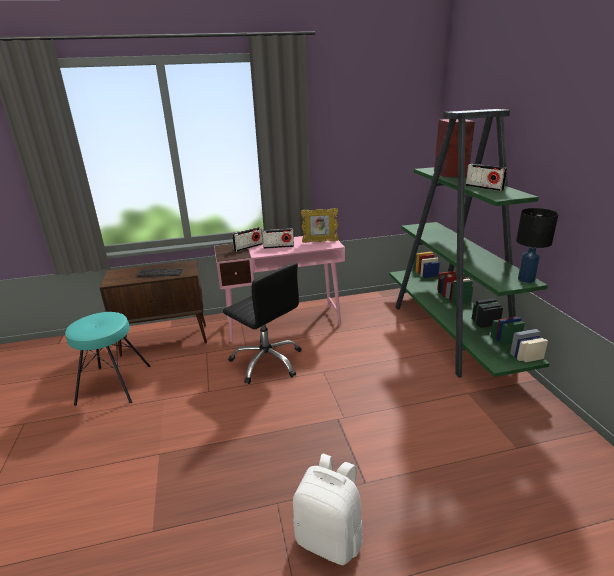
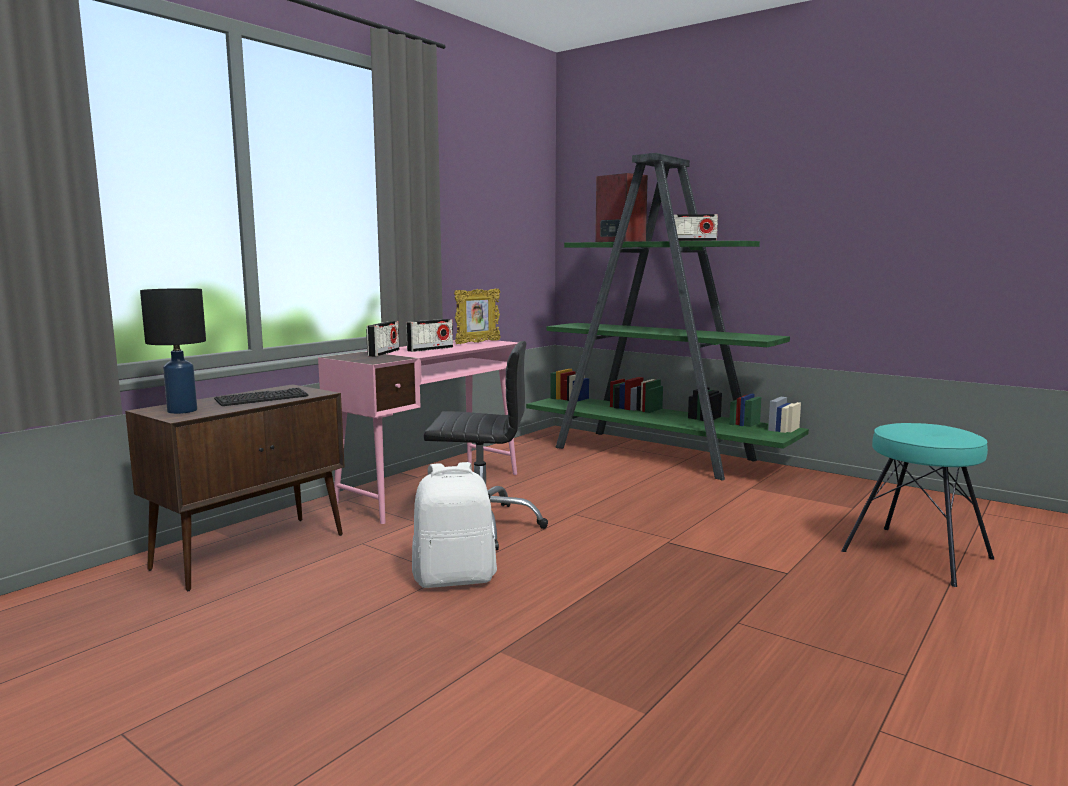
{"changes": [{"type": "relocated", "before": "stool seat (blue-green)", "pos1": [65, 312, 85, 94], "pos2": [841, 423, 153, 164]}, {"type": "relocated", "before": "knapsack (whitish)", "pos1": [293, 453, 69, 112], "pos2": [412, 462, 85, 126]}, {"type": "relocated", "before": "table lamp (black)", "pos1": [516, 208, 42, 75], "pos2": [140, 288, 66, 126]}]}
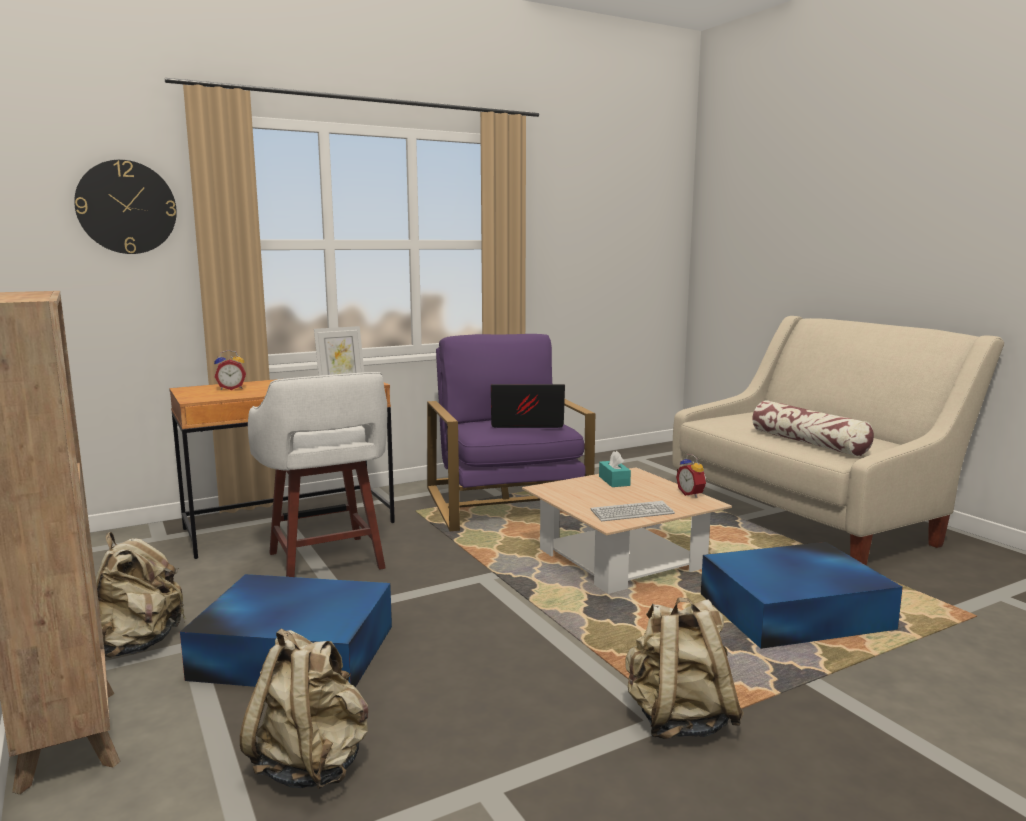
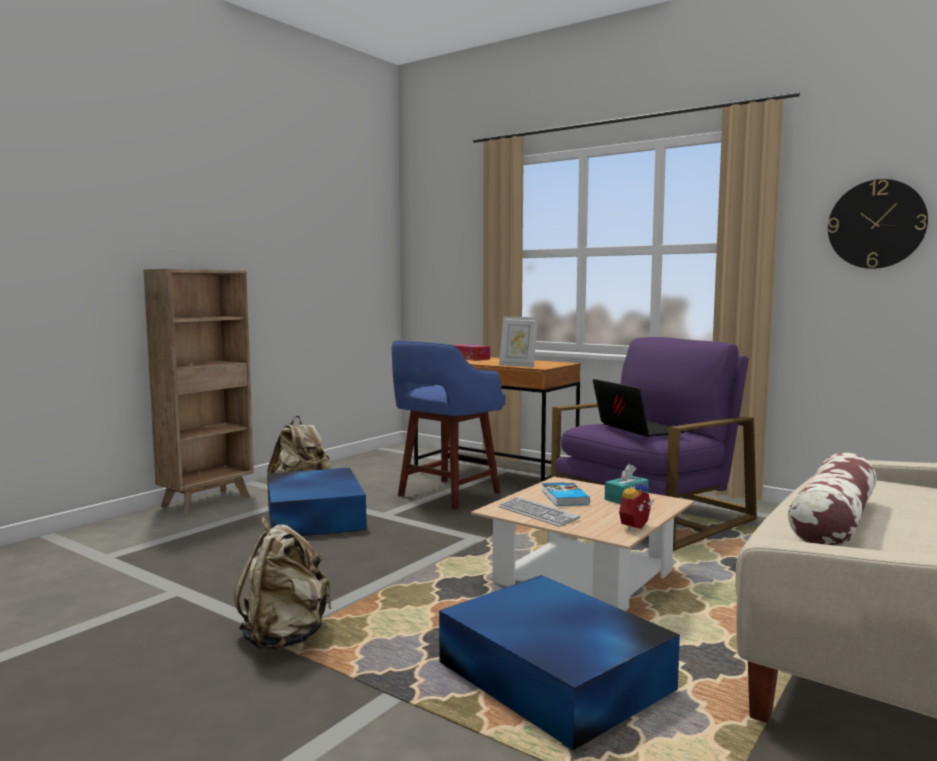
{"changes": [{"type": "missing", "before": "knapsack (sand-coloured)", "pos1": [240, 628, 128, 161]}, {"type": "appeared", "after": "book", "pos2": [542, 482, 48, 24]}, {"type": "relocated", "before": "clock on the wall", "pos1": [74, 160, 103, 94], "pos2": [828, 179, 100, 90]}, {"type": "exchanged", "before": "table clock", "after": "tissue holder", "pos1": [214, 350, 32, 40], "pos2": [454, 344, 36, 17]}, {"type": "colour", "before": "stool seat (whitish)", "after": "stool seat (bluish)", "pos1": [248, 372, 139, 205], "pos2": [392, 341, 113, 169]}]}
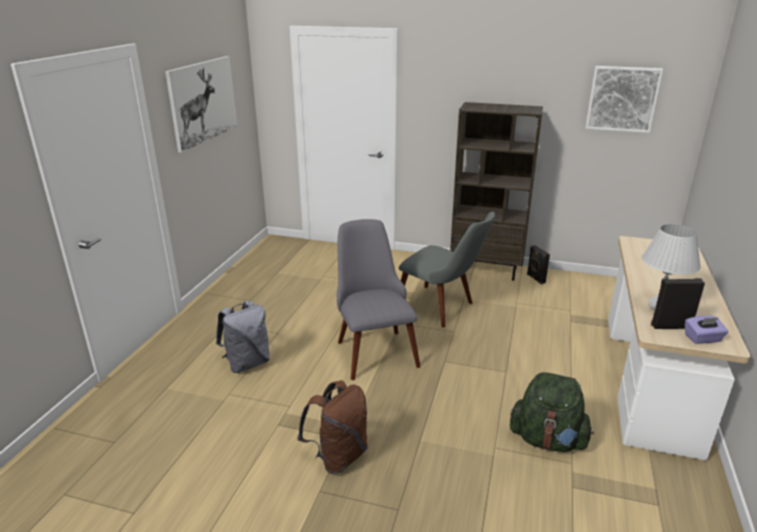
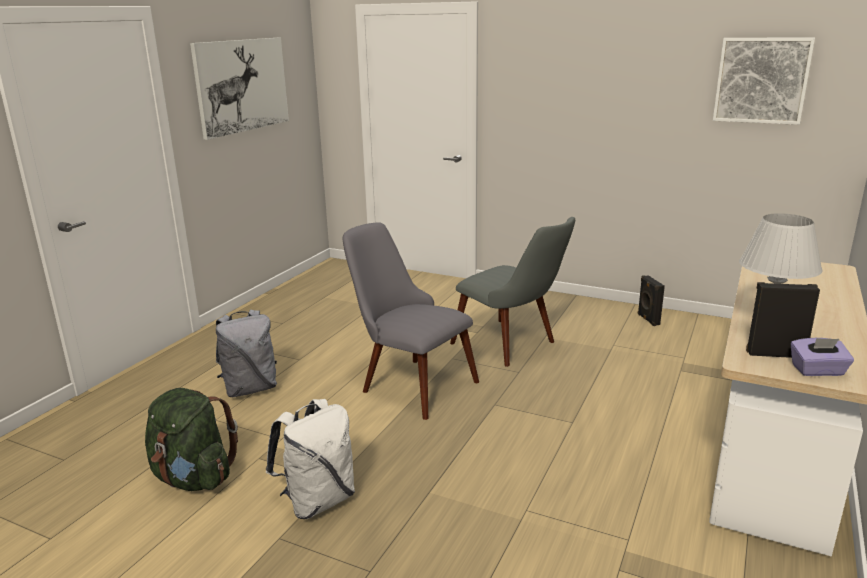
{"changes": [{"type": "missing", "before": "bookshelf (brownish)", "pos1": [450, 102, 93, 179]}, {"type": "relocated", "before": "knapsack (greenish)", "pos1": [510, 372, 84, 80], "pos2": [145, 388, 93, 103]}, {"type": "colour", "before": "knapsack (brownish)", "after": "knapsack (whitish)", "pos1": [297, 380, 71, 94], "pos2": [266, 399, 89, 120]}, {"type": "spun", "before": "upright chair (gray)", "pos1": [337, 219, 83, 161], "pos2": [342, 222, 137, 198], "turn": -45}]}
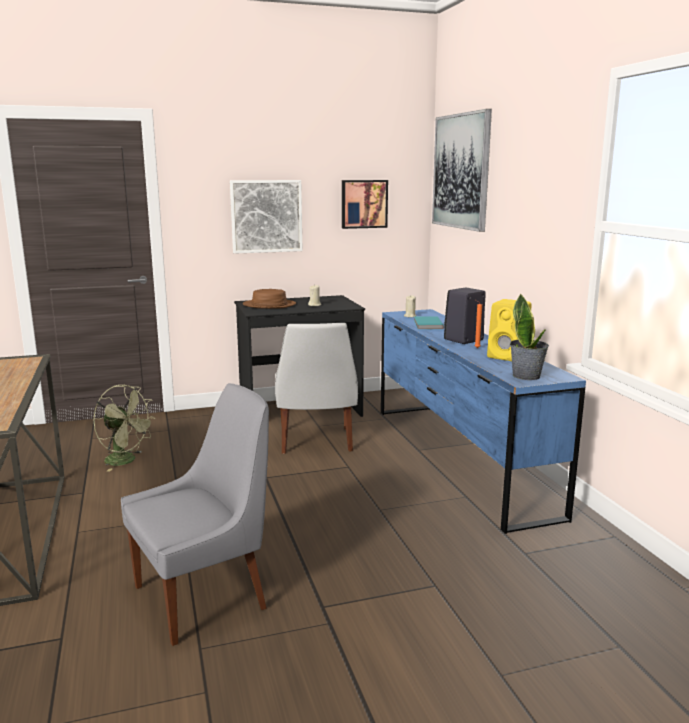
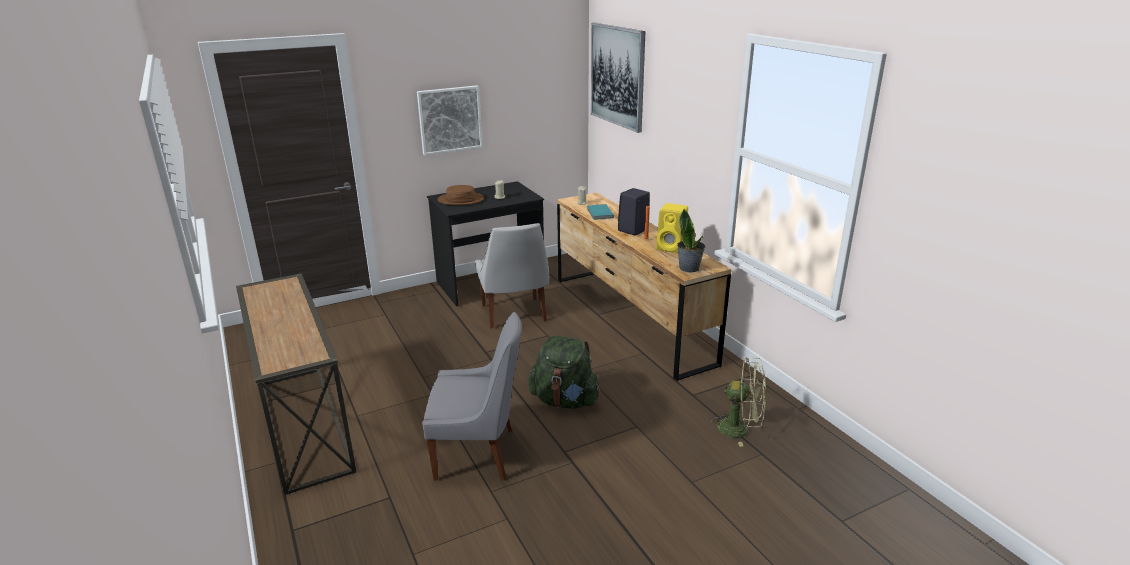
{"changes": [{"type": "missing", "before": "wall art", "pos1": [342, 180, 46, 49]}, {"type": "appeared", "after": "knapsack (greenish)", "pos2": [529, 336, 72, 73]}, {"type": "relocated", "before": "cooling fan (greenish)", "pos1": [93, 385, 63, 87], "pos2": [710, 357, 56, 90]}, {"type": "colour", "before": "drawer chest (bluish)", "after": "drawer chest (brownish)", "pos1": [381, 309, 205, 225], "pos2": [557, 192, 175, 189]}, {"type": "spun", "before": "upright chair (gray)", "pos1": [121, 383, 148, 263], "pos2": [422, 312, 100, 168], "turn": 45}]}
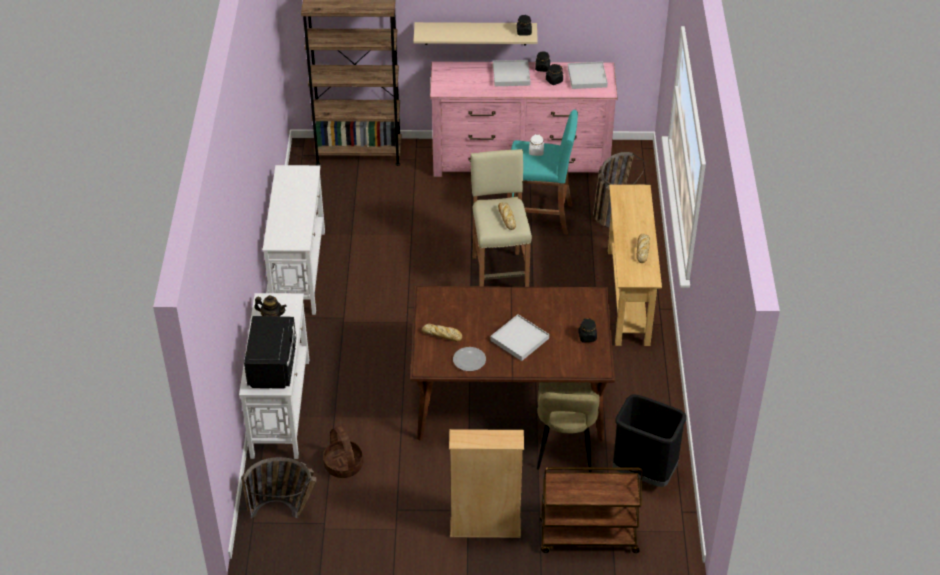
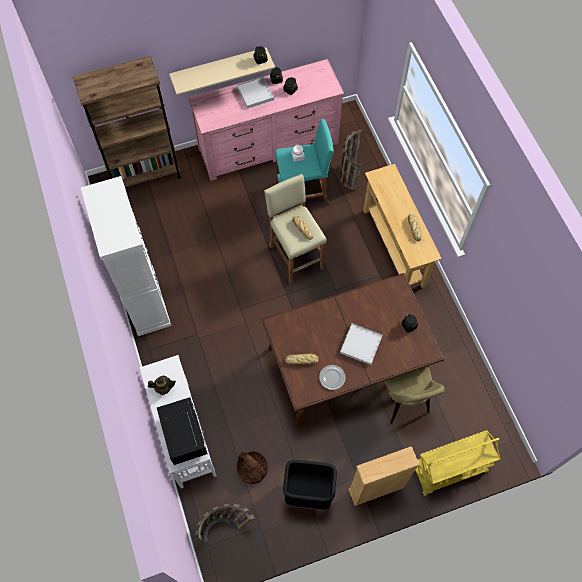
{"changes": [{"type": "missing", "before": "tray (whitish)", "pos1": [568, 62, 40, 27]}, {"type": "relocated", "before": "waste bin (black)", "pos1": [613, 394, 73, 93], "pos2": [283, 460, 54, 50]}, {"type": "exchanged", "before": "hall table (whitish)", "after": "cupboard (whitish)", "pos1": [262, 165, 63, 150], "pos2": [81, 176, 90, 160]}, {"type": "colour", "before": "cart (brownish)", "after": "cart (yellow)", "pos1": [540, 467, 103, 86], "pos2": [415, 430, 85, 66]}]}
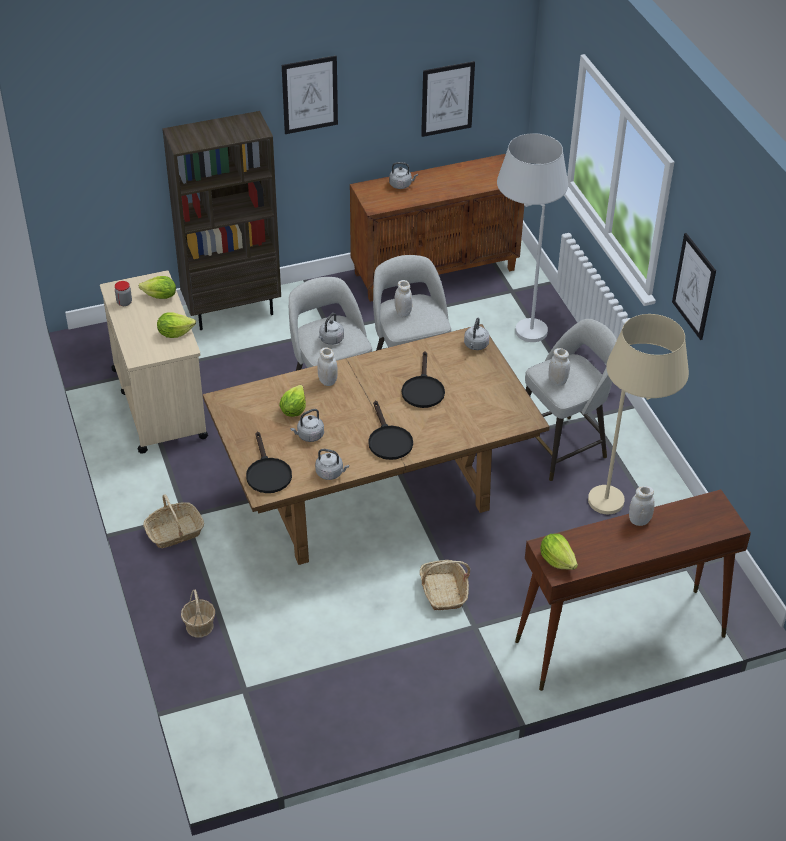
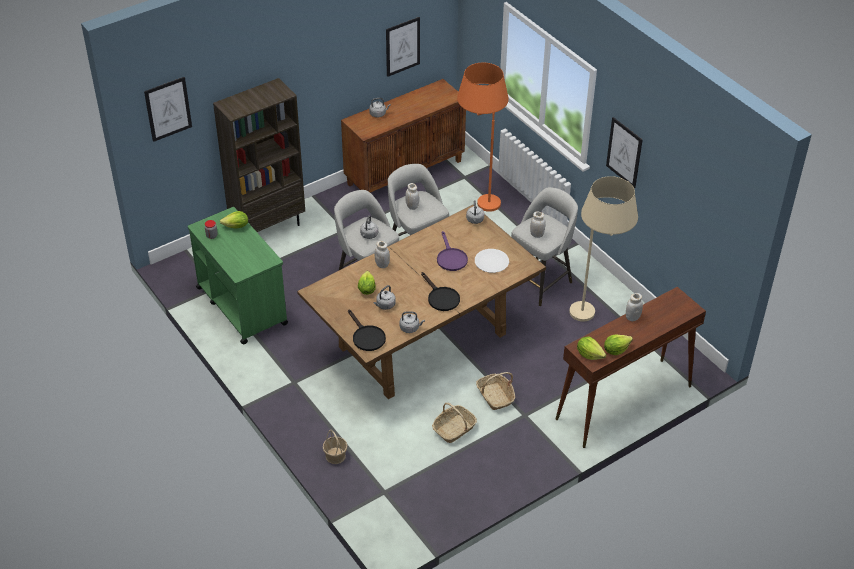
{"changes": [{"type": "appeared", "after": "dinner plate (whitish)", "pos2": [475, 249, 34, 24]}, {"type": "relocated", "before": "storage basket", "pos1": [143, 495, 61, 53], "pos2": [432, 403, 45, 40]}, {"type": "relocated", "before": "lettuce head", "pos1": [157, 313, 39, 25], "pos2": [604, 335, 29, 20]}, {"type": "relocated", "before": "wall art", "pos1": [282, 56, 56, 78], "pos2": [144, 77, 48, 65]}, {"type": "colour", "before": "cart (sand-coloured)", "after": "cart (greenish)", "pos1": [100, 270, 108, 184], "pos2": [188, 207, 100, 138]}, {"type": "colour", "before": "pan (black)", "after": "pan (purple)", "pos1": [402, 351, 43, 57], "pos2": [437, 231, 31, 40]}, {"type": "colour", "before": "standard lamp (whitish)", "after": "standard lamp (orange-coloured)", "pos1": [497, 133, 71, 209], "pos2": [457, 63, 52, 149]}]}
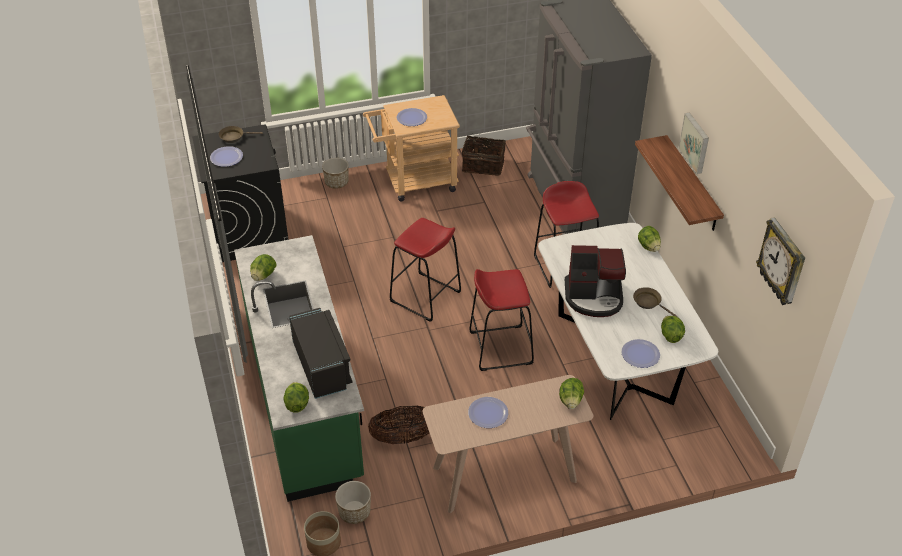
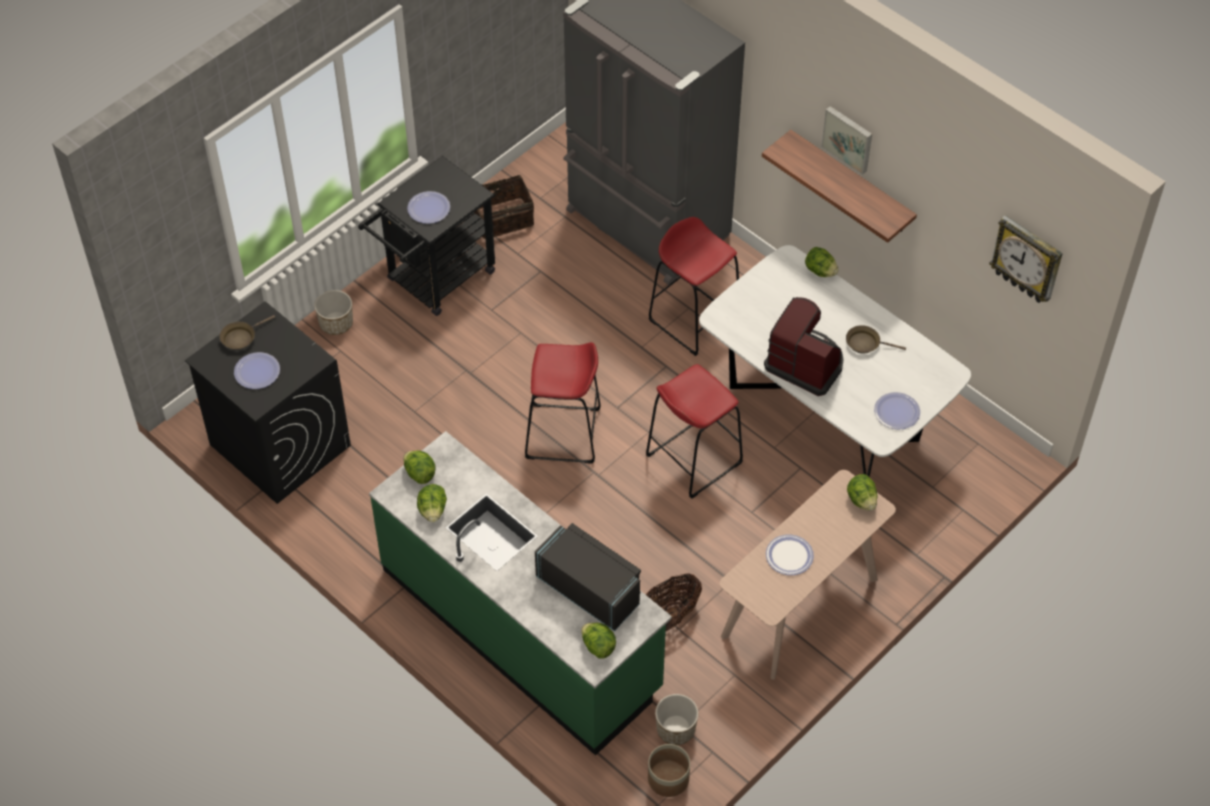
{"changes": [{"type": "relocated", "before": "lettuce head", "pos1": [661, 316, 24, 27], "pos2": [403, 450, 33, 34]}, {"type": "colour", "before": "cart (sand-coloured)", "after": "cart (black)", "pos1": [363, 95, 97, 107], "pos2": [358, 156, 137, 160]}, {"type": "spun", "before": "coffee maker", "pos1": [565, 245, 61, 72], "pos2": [764, 297, 80, 99], "turn": -120}]}
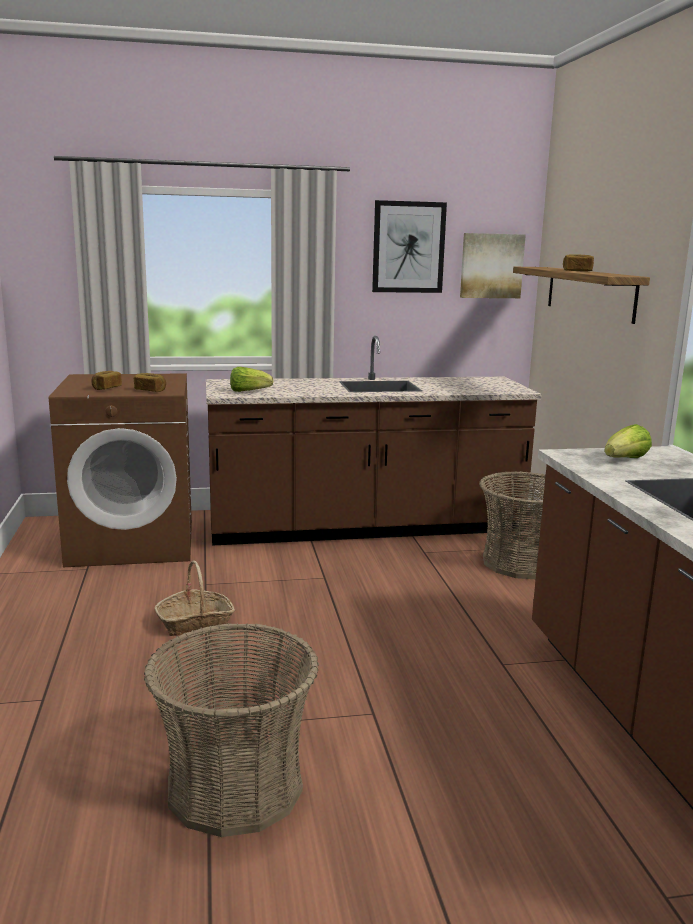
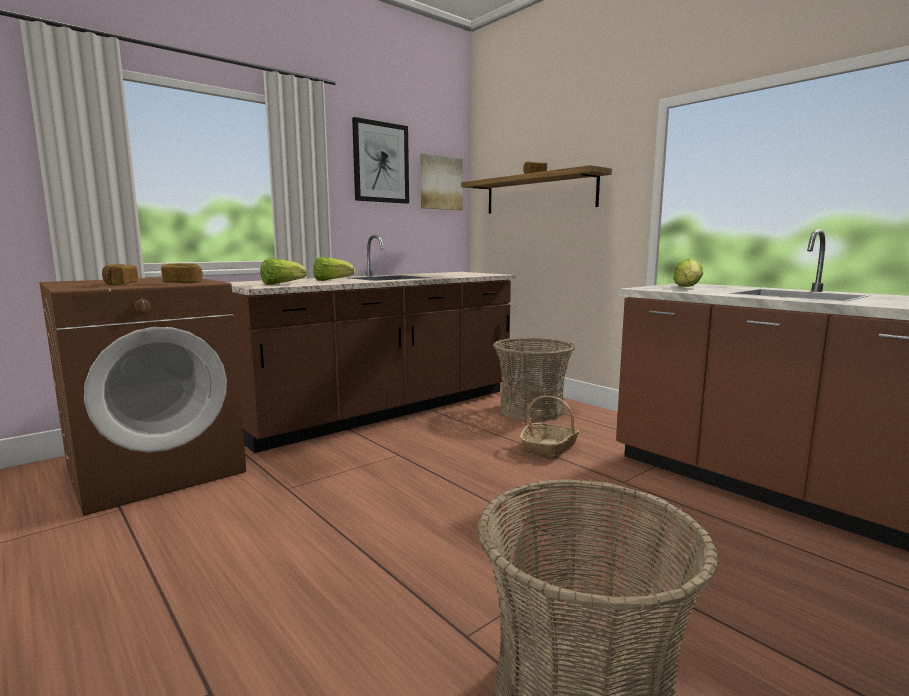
{"changes": [{"type": "appeared", "after": "lettuce head", "pos2": [313, 257, 42, 24]}, {"type": "relocated", "before": "storage basket", "pos1": [155, 561, 80, 75], "pos2": [520, 396, 60, 63]}]}
